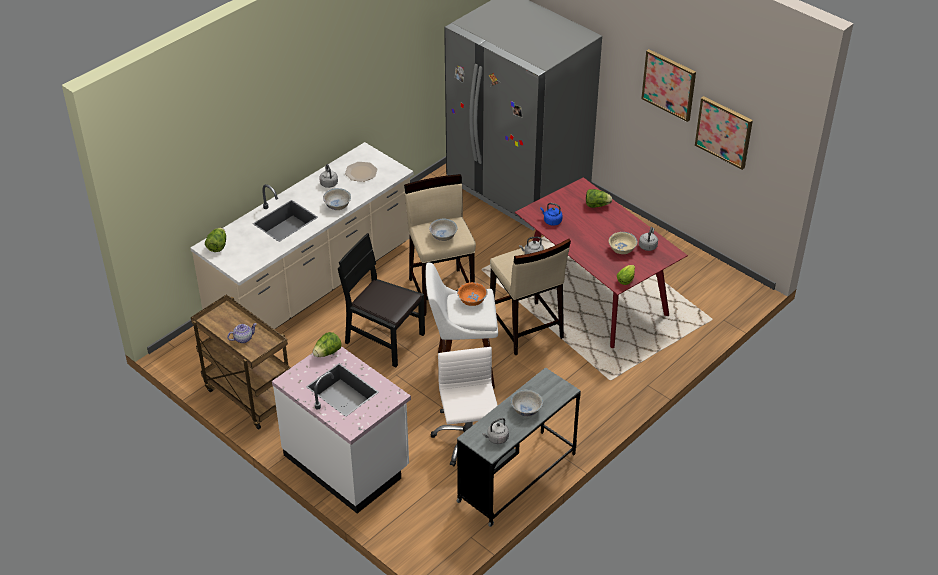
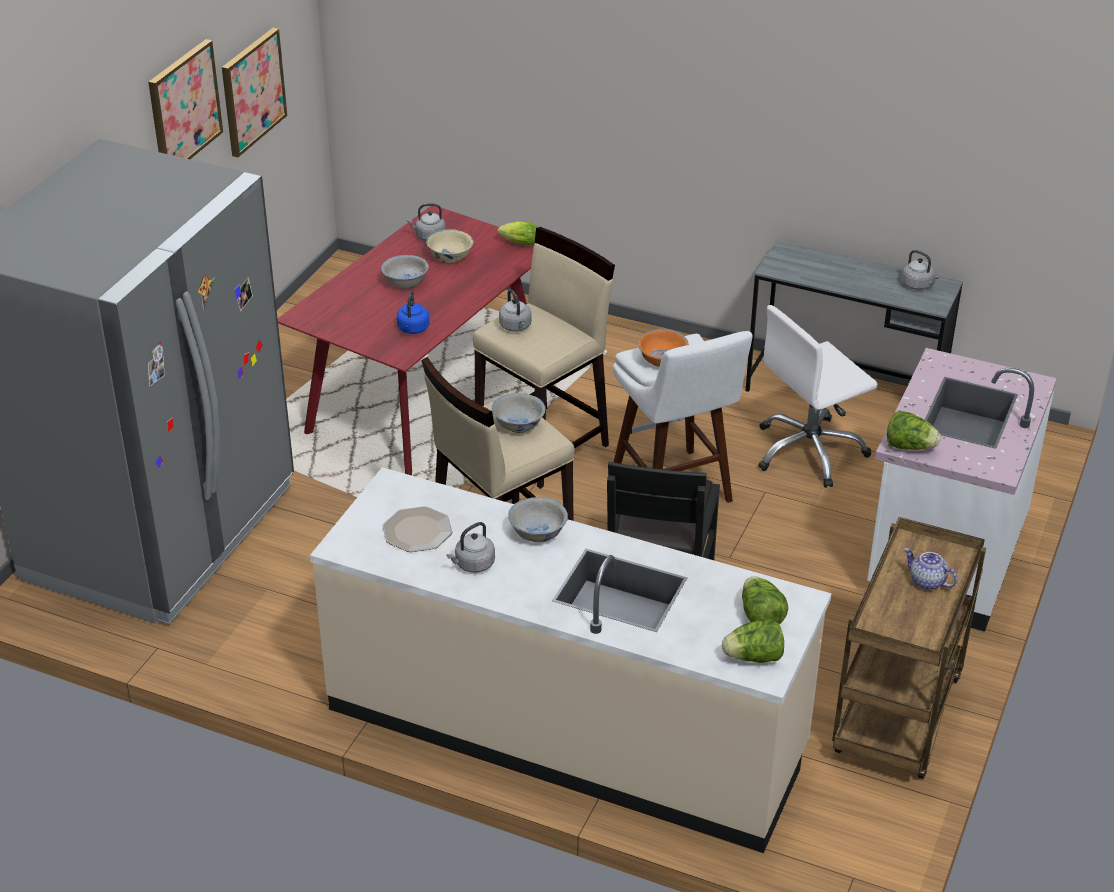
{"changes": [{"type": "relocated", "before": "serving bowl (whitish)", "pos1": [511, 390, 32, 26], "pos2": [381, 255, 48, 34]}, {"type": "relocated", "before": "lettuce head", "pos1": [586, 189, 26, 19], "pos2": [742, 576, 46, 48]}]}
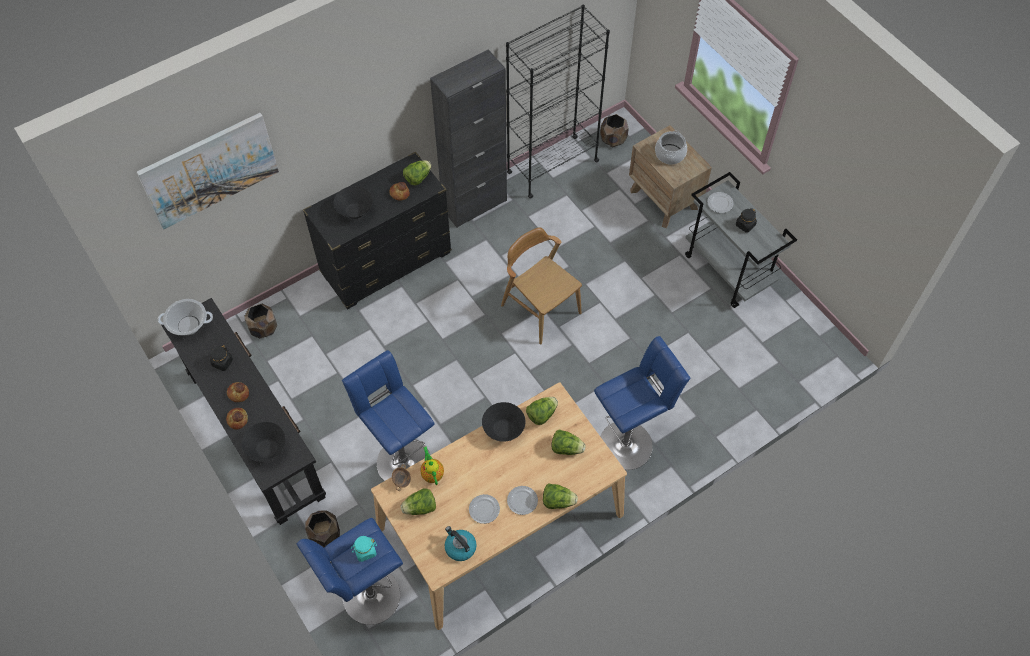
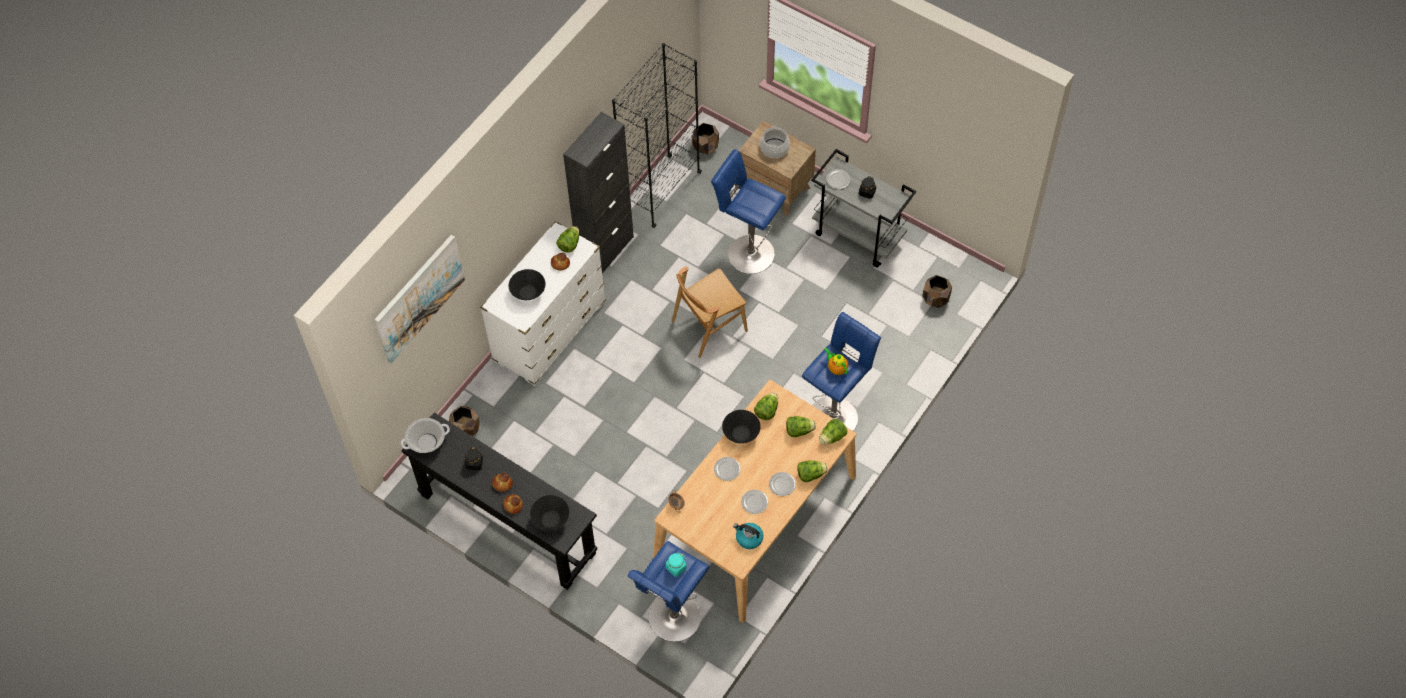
{"changes": [{"type": "appeared", "after": "dinner plate", "pos2": [714, 457, 27, 24]}, {"type": "relocated", "before": "flower pot (brownish)", "pos1": [305, 510, 35, 38], "pos2": [922, 275, 30, 33]}, {"type": "relocated", "before": "stool seat (bluish)", "pos1": [342, 350, 93, 131], "pos2": [711, 150, 75, 124]}, {"type": "relocated", "before": "lettuce head", "pos1": [401, 488, 35, 27], "pos2": [819, 419, 28, 26]}, {"type": "relocated", "before": "teapot", "pos1": [420, 446, 24, 39], "pos2": [824, 347, 24, 28]}, {"type": "colour", "before": "drawer chest (black)", "after": "drawer chest (whitish)", "pos1": [303, 151, 149, 159], "pos2": [480, 221, 126, 165]}, {"type": "spun", "before": "upright chair (brownish)", "pos1": [501, 227, 81, 117], "pos2": [672, 266, 76, 92], "turn": -60}]}
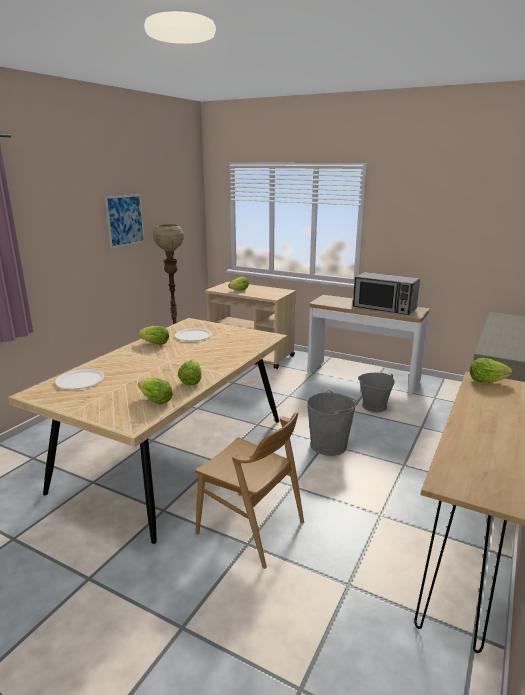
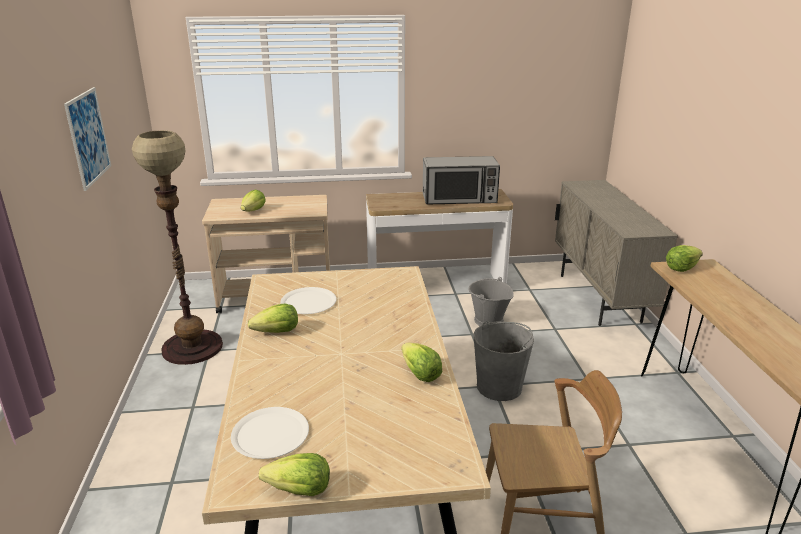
{"changes": [{"type": "relocated", "before": "lettuce head", "pos1": [138, 378, 35, 26], "pos2": [259, 453, 71, 43]}]}
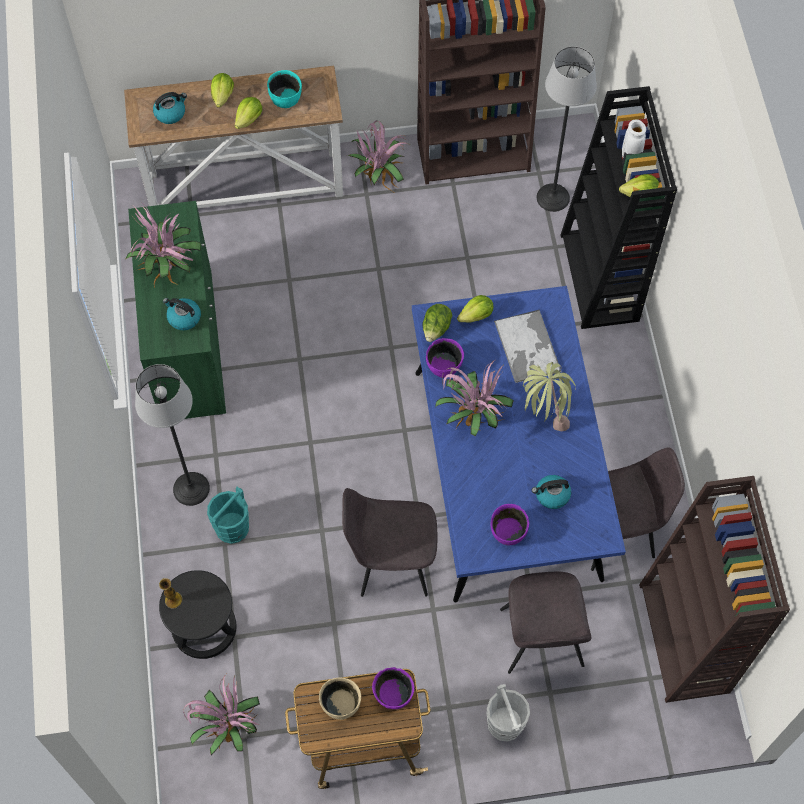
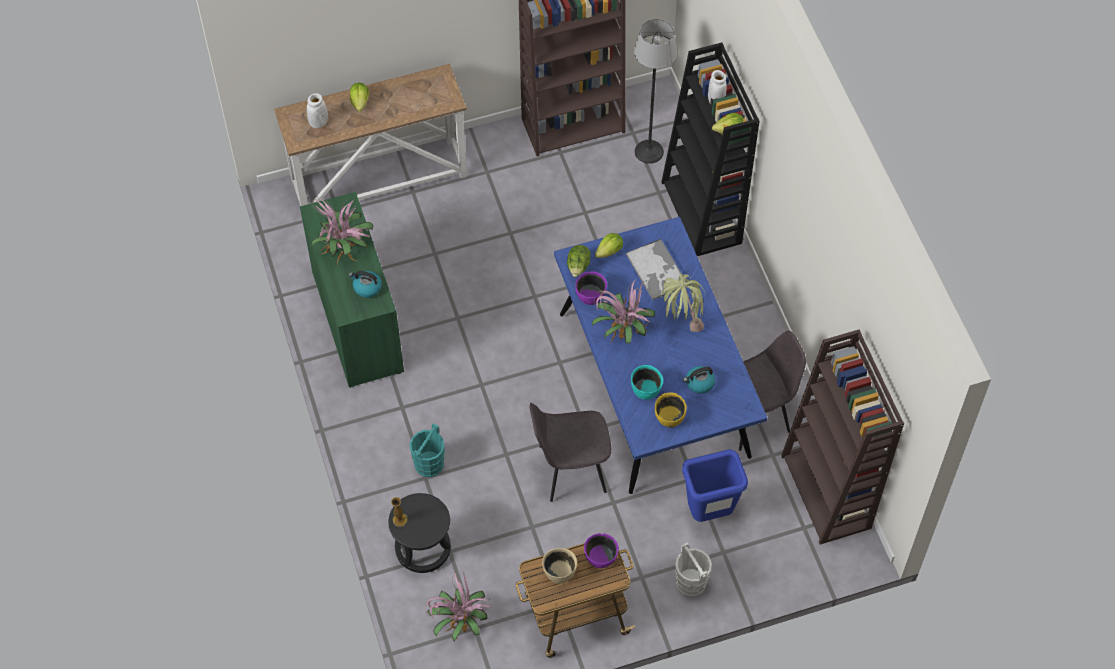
{"changes": [{"type": "missing", "before": "standard lamp", "pos1": [135, 364, 75, 142]}, {"type": "missing", "before": "lettuce head", "pos1": [235, 97, 27, 32]}, {"type": "missing", "before": "potted plant", "pos1": [348, 121, 60, 73]}, {"type": "relocated", "before": "serving bowl (blue-green)", "pos1": [267, 70, 35, 38], "pos2": [631, 365, 32, 35]}, {"type": "exchanged", "before": "kettle", "after": "flower vase (whitish)", "pos1": [153, 92, 34, 32], "pos2": [307, 93, 21, 35]}, {"type": "exchanged", "before": "upright chair (gray)", "after": "waste bin (bluish)", "pos1": [500, 571, 92, 103], "pos2": [682, 449, 66, 73]}, {"type": "colour", "before": "serving bowl (purple)", "after": "serving bowl (yellow)", "pos1": [491, 504, 38, 42], "pos2": [655, 392, 32, 36]}]}
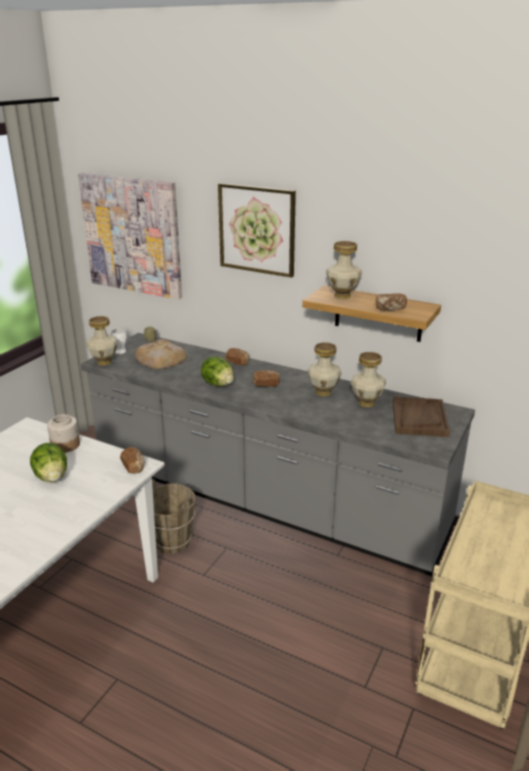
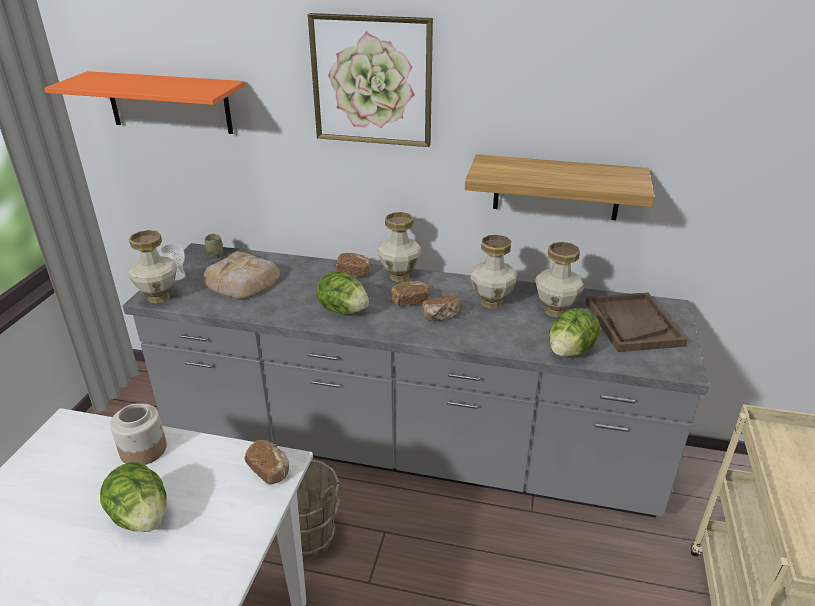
{"changes": [{"type": "appeared", "after": "lettuce head", "pos2": [549, 308, 51, 49]}, {"type": "relocated", "before": "flower vase", "pos1": [326, 241, 36, 58], "pos2": [377, 212, 44, 70]}, {"type": "relocated", "before": "bakery bread", "pos1": [376, 294, 31, 17], "pos2": [422, 295, 40, 26]}, {"type": "exchanged", "before": "wall art", "after": "shelf (orange-coloured)", "pos1": [78, 173, 104, 127], "pos2": [44, 71, 201, 63]}]}
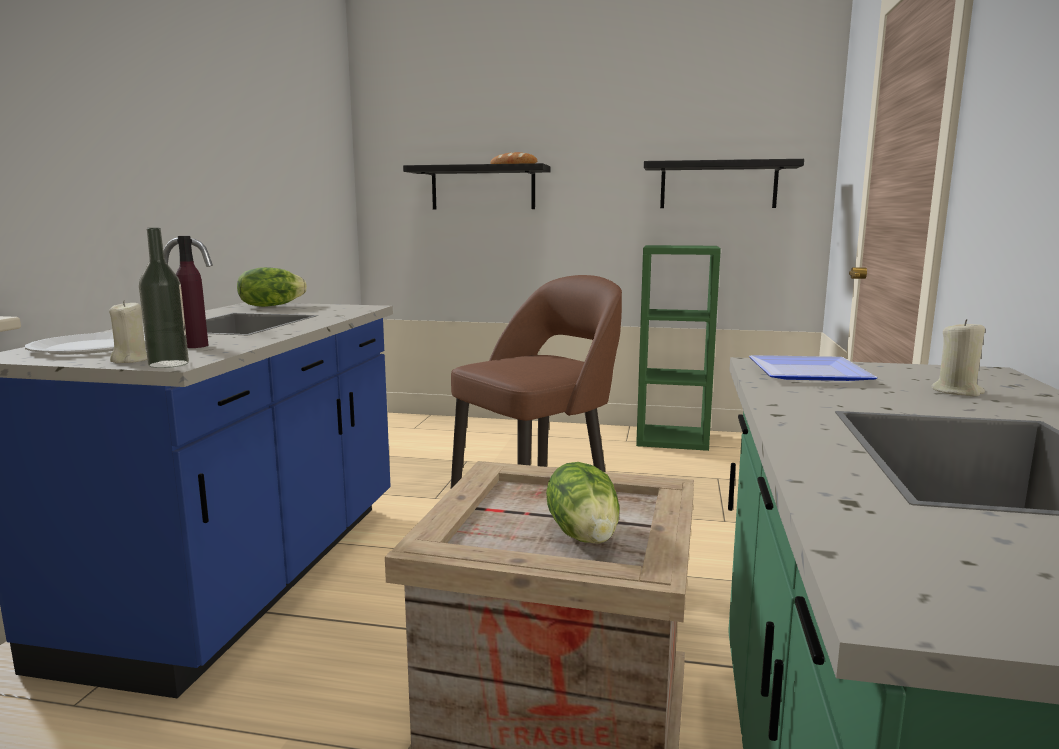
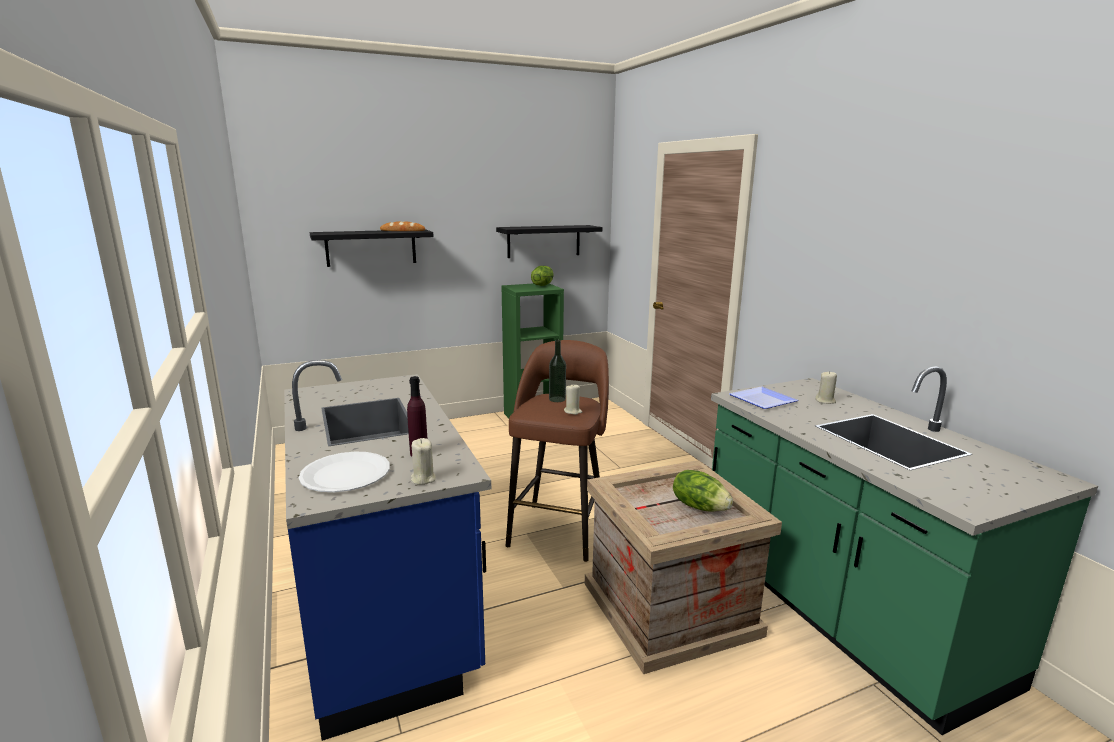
{"changes": [{"type": "appeared", "after": "wax candle (sand-coloured)", "pos2": [564, 384, 18, 31]}, {"type": "relocated", "before": "drink bottle", "pos1": [139, 228, 50, 140], "pos2": [549, 340, 17, 62]}, {"type": "relocated", "before": "lettuce head", "pos1": [237, 267, 70, 40], "pos2": [531, 266, 23, 20]}]}
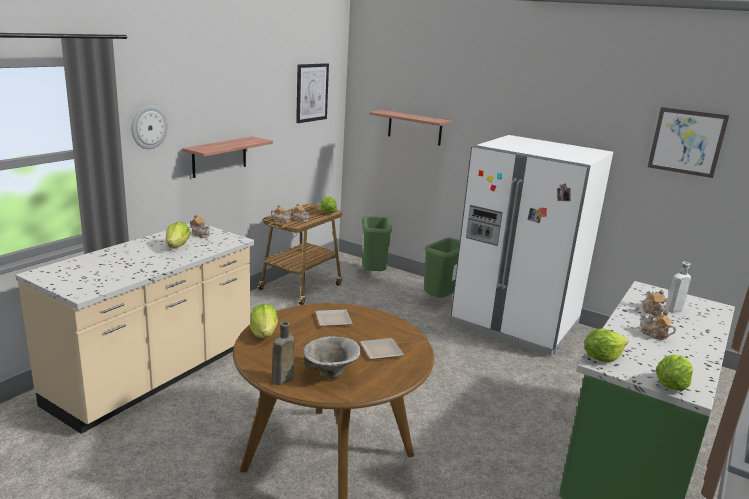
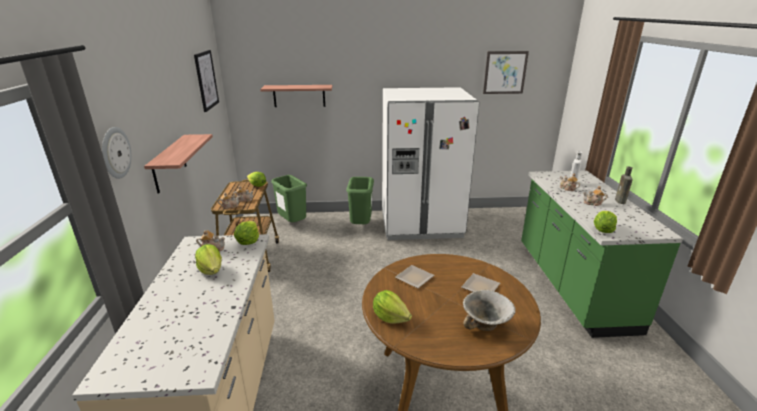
{"changes": [{"type": "relocated", "before": "drink bottle (brownish)", "pos1": [273, 321, 22, 64], "pos2": [615, 166, 18, 38]}, {"type": "relocated", "before": "lettuce head", "pos1": [656, 354, 37, 37], "pos2": [234, 221, 25, 24]}]}
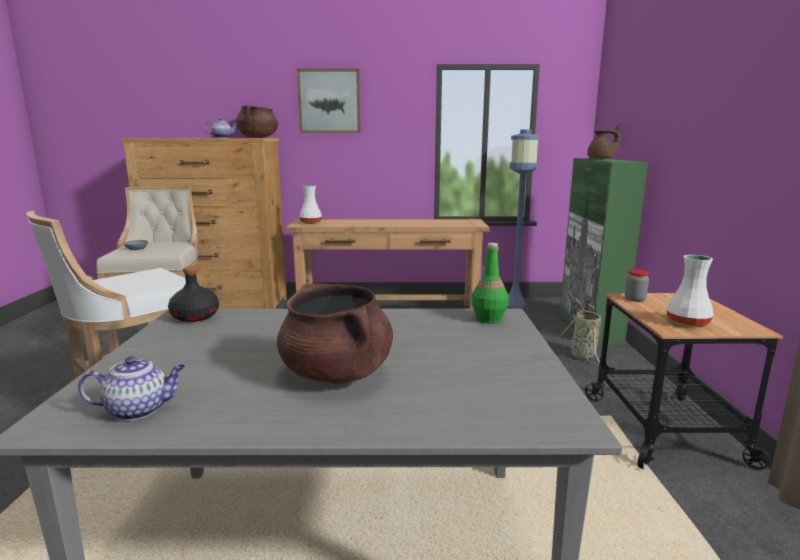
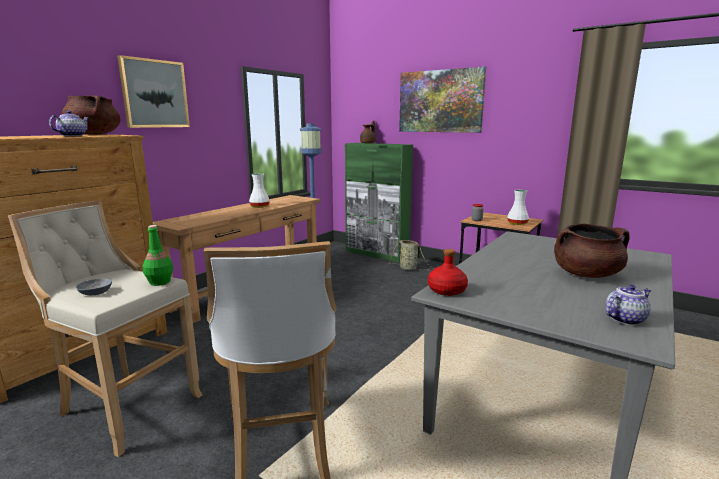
{"changes": [{"type": "appeared", "after": "wall art", "pos2": [399, 67, 87, 66]}, {"type": "relocated", "before": "flower vase (whitish)", "pos1": [299, 185, 23, 39], "pos2": [249, 173, 21, 35]}, {"type": "relocated", "before": "drink bottle (greenish)", "pos1": [471, 243, 37, 81], "pos2": [143, 225, 30, 61]}, {"type": "colour", "before": "drink bottle (black)", "after": "drink bottle (red)", "pos1": [168, 266, 51, 56], "pos2": [428, 249, 40, 47]}, {"type": "spun", "before": "teapot", "pos1": [78, 356, 107, 64], "pos2": [606, 285, 45, 40], "turn": 45}]}
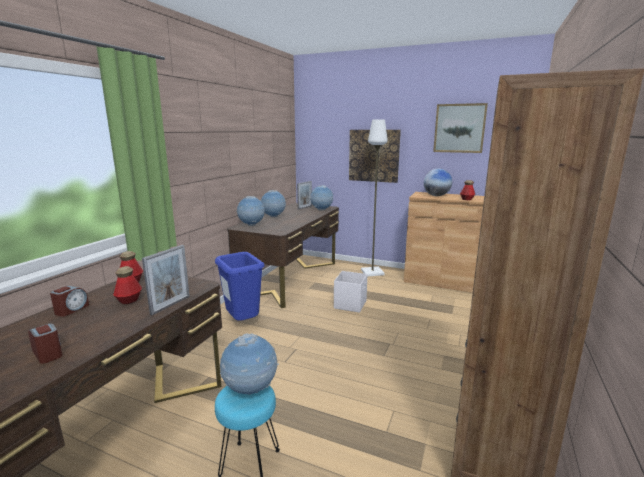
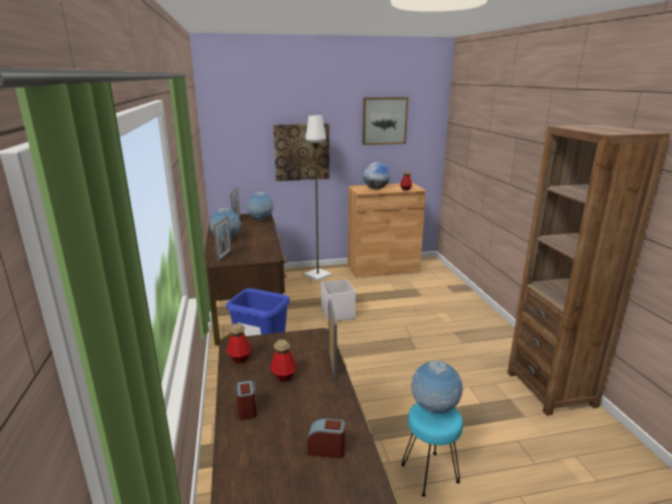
{"changes": [{"type": "exchanged", "before": "globe", "after": "photo frame", "pos1": [236, 196, 29, 30], "pos2": [213, 216, 19, 46]}]}
